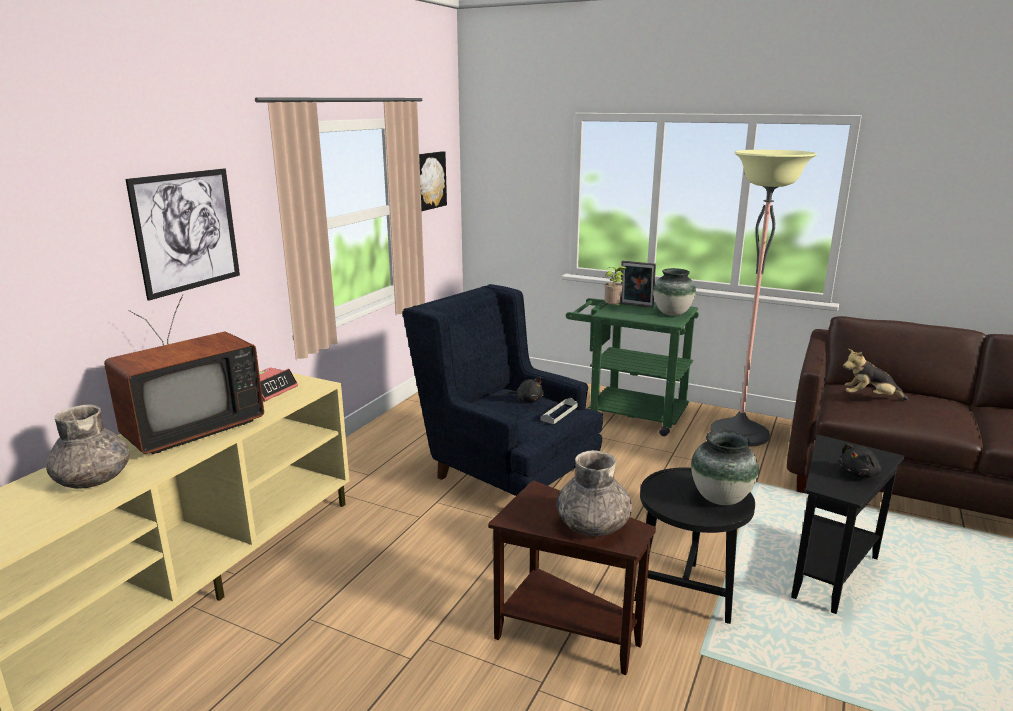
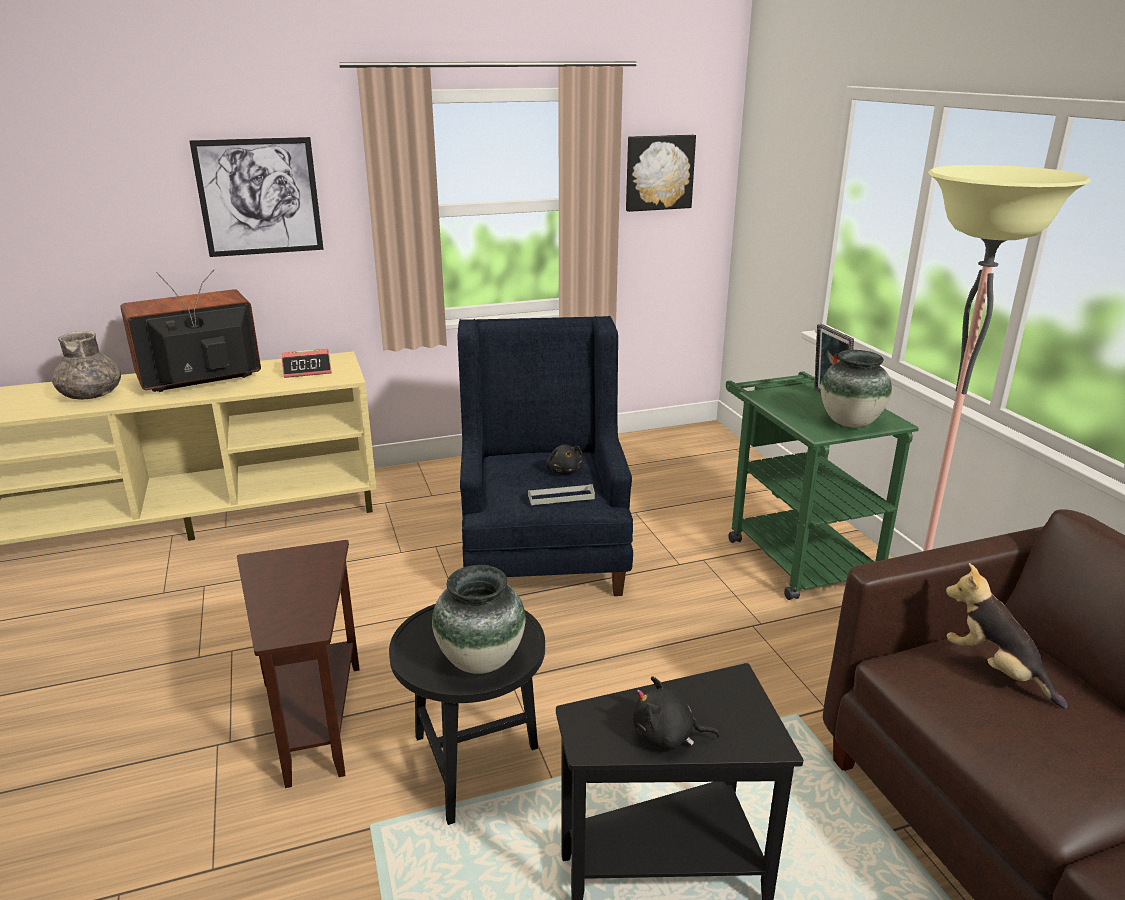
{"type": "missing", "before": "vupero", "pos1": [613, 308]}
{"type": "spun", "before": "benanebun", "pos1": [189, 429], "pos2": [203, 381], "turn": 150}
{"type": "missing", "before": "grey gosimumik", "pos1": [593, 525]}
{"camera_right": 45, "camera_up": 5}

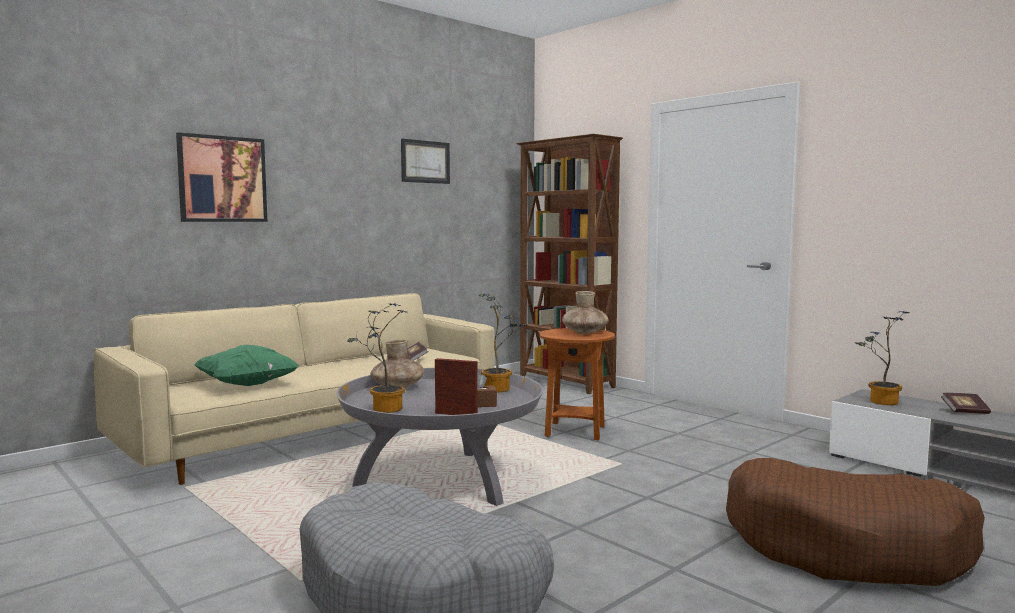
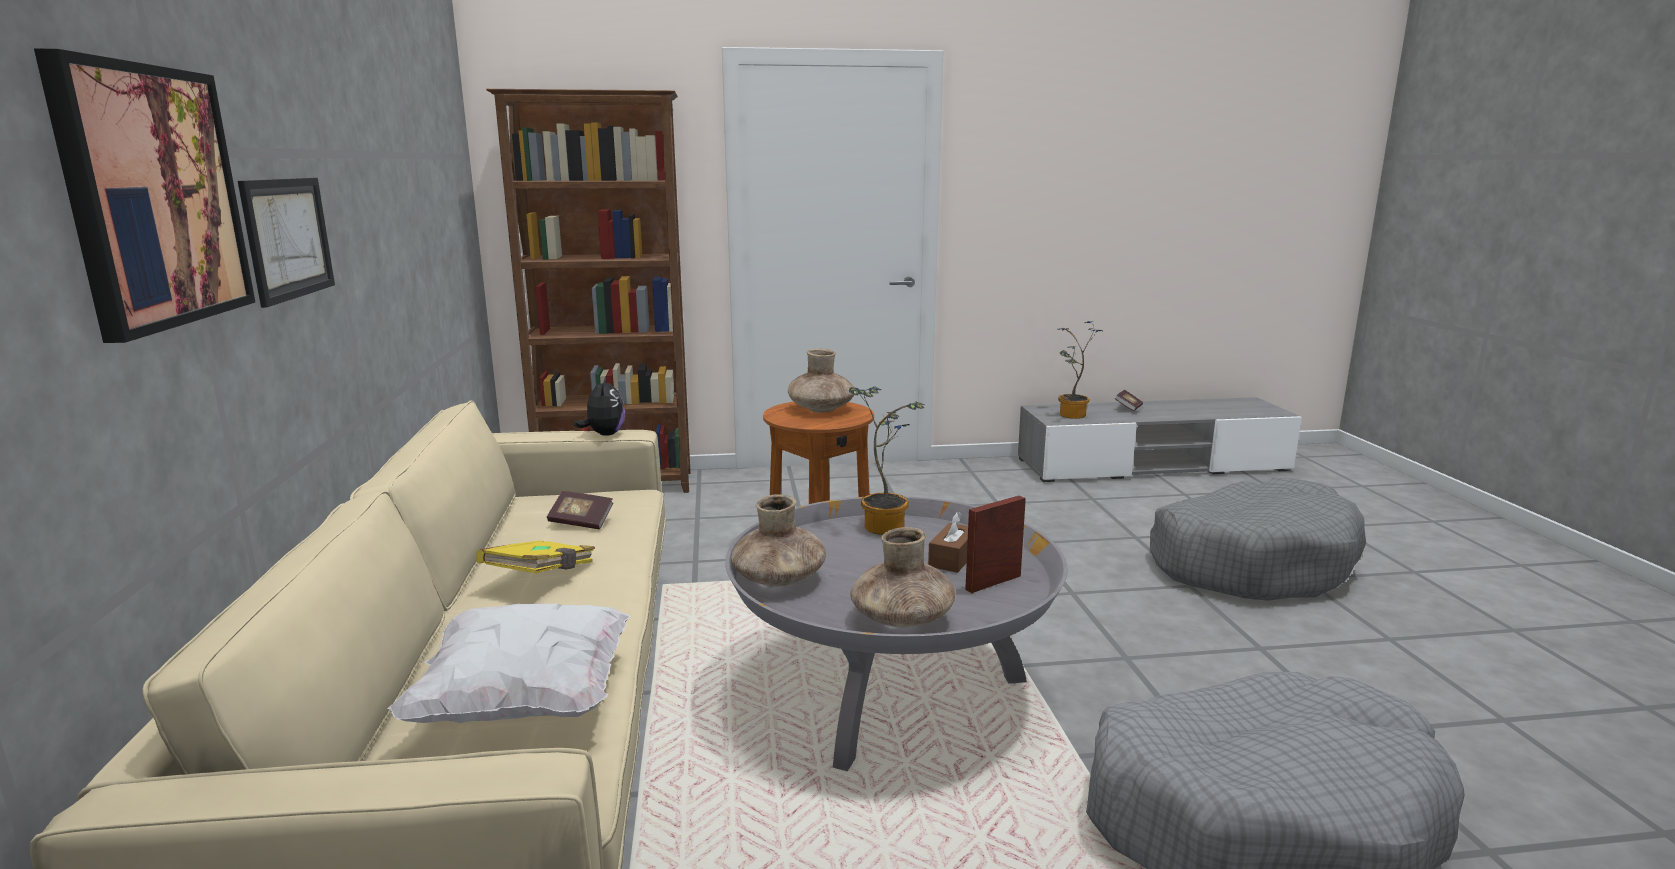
{"type": "relocated", "before": "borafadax", "pos1": [425, 162], "pos2": [288, 238]}
{"type": "exchanged", "before": "vupero", "after": "brown gosimumik", "pos1": [383, 408], "pos2": [901, 619]}
{"type": "colour", "before": "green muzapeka", "after": "white muzapeka", "pos1": [248, 385], "pos2": [526, 702]}
{"type": "colour", "before": "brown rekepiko", "after": "grey rekepiko", "pos1": [846, 547], "pos2": [1251, 563]}
{"type": "appeared", "after": "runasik", "pos2": [604, 434]}
{"type": "appeared", "after": "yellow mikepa", "pos2": [542, 576]}
{"camera_right": -55, "camera_up": 10}

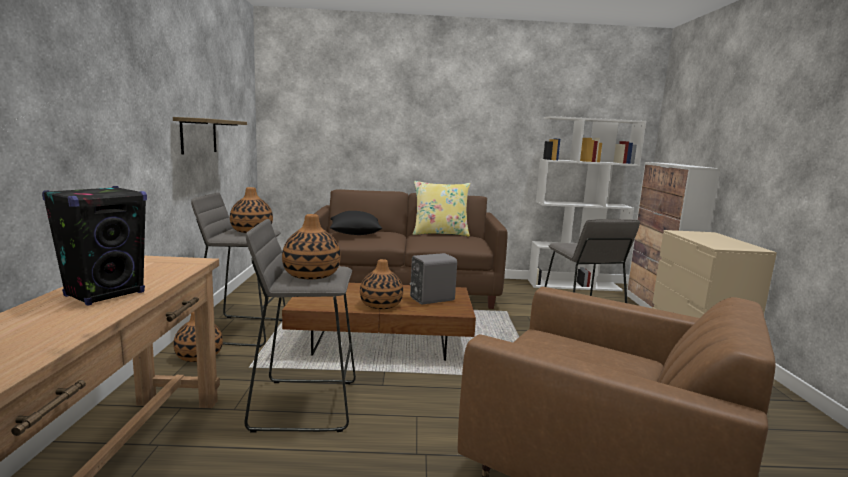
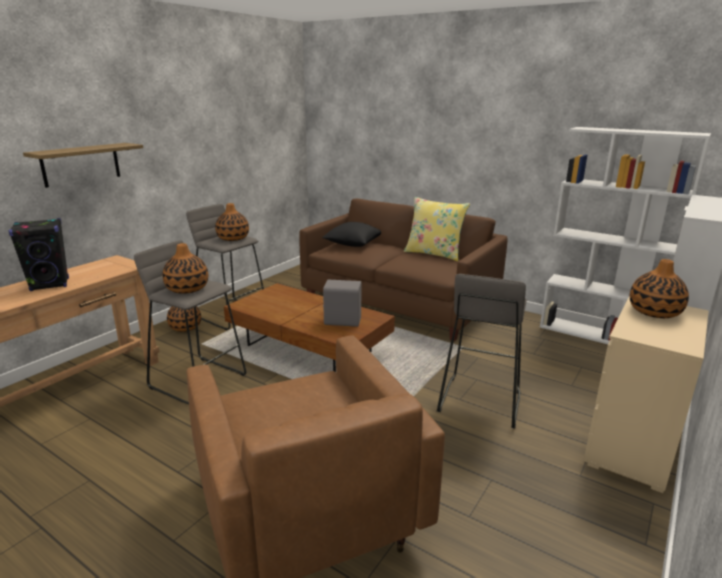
{"type": "relocated", "before": "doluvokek", "pos1": [198, 136], "pos2": [81, 164]}
{"type": "relocated", "before": "gosimumik", "pos1": [381, 305], "pos2": [654, 312]}
{"camera_right": 35, "camera_up": 10}

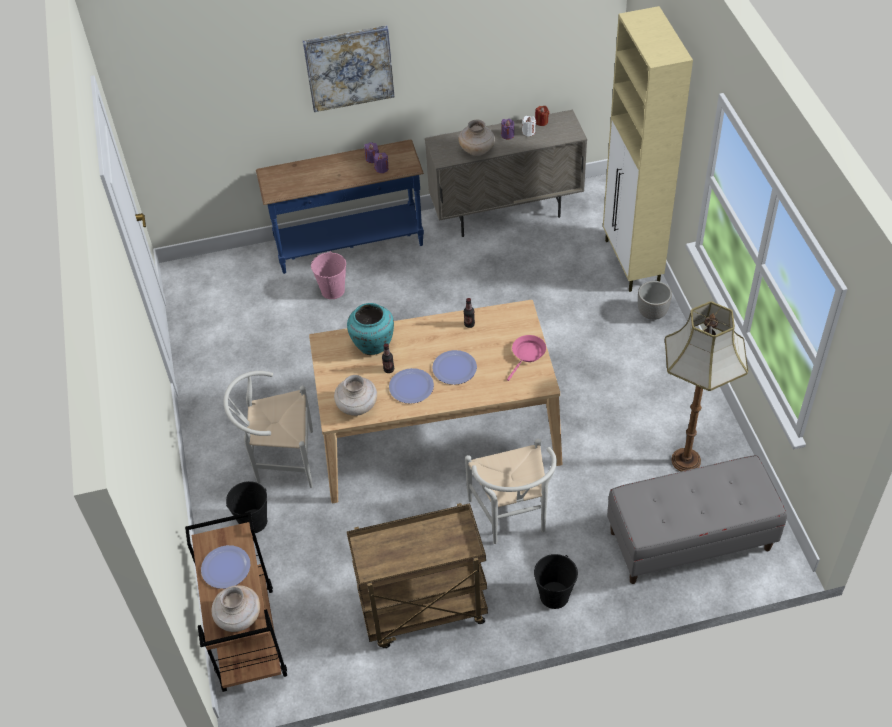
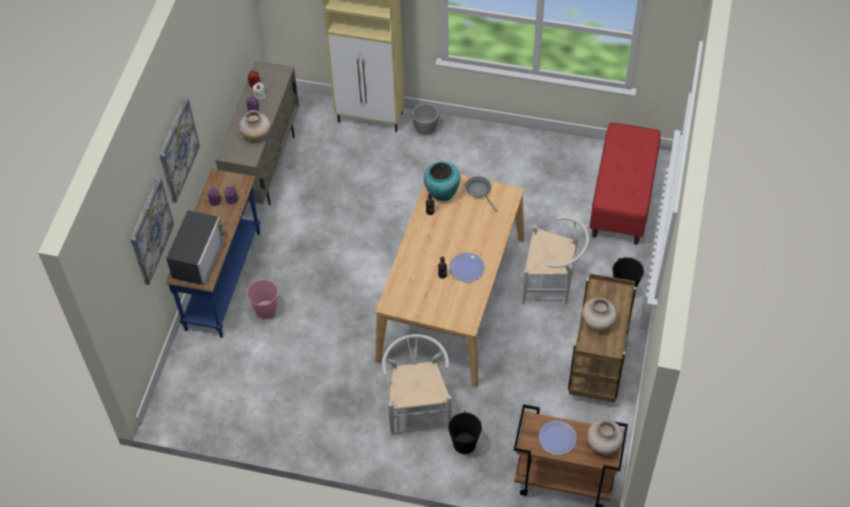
{"type": "missing", "before": "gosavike", "pos1": [687, 460]}
{"type": "relocated", "before": "turquoise gosimumik", "pos1": [373, 344], "pos2": [441, 192]}
{"type": "colour", "before": "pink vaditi", "after": "grey vaditi", "pos1": [527, 355], "pos2": [479, 191]}
{"type": "missing", "before": "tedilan", "pos1": [454, 368]}
{"type": "spun", "before": "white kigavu", "pos1": [280, 461], "pos2": [417, 407], "turn": 150}
{"type": "relocated", "before": "beige gosimumik", "pos1": [357, 407], "pos2": [598, 321]}
{"type": "colour", "before": "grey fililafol", "after": "red fililafol", "pos1": [689, 541], "pos2": [622, 199]}
{"type": "appeared", "after": "borafadax", "pos2": [150, 231]}
{"type": "appeared", "after": "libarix", "pos2": [199, 258]}
{"camera_right": -65, "camera_up": 5}

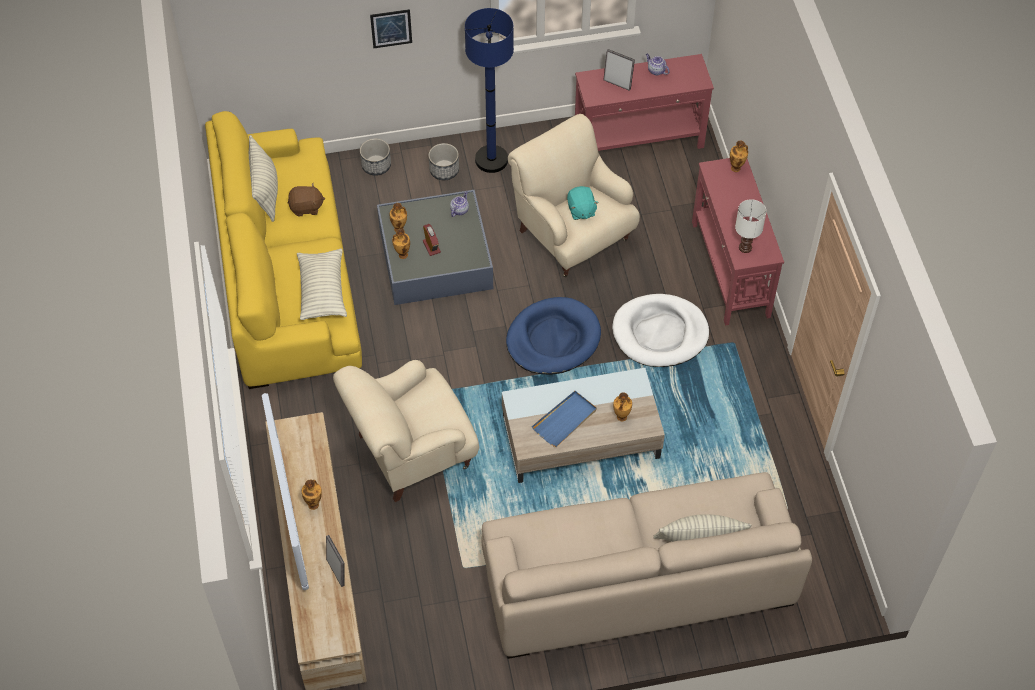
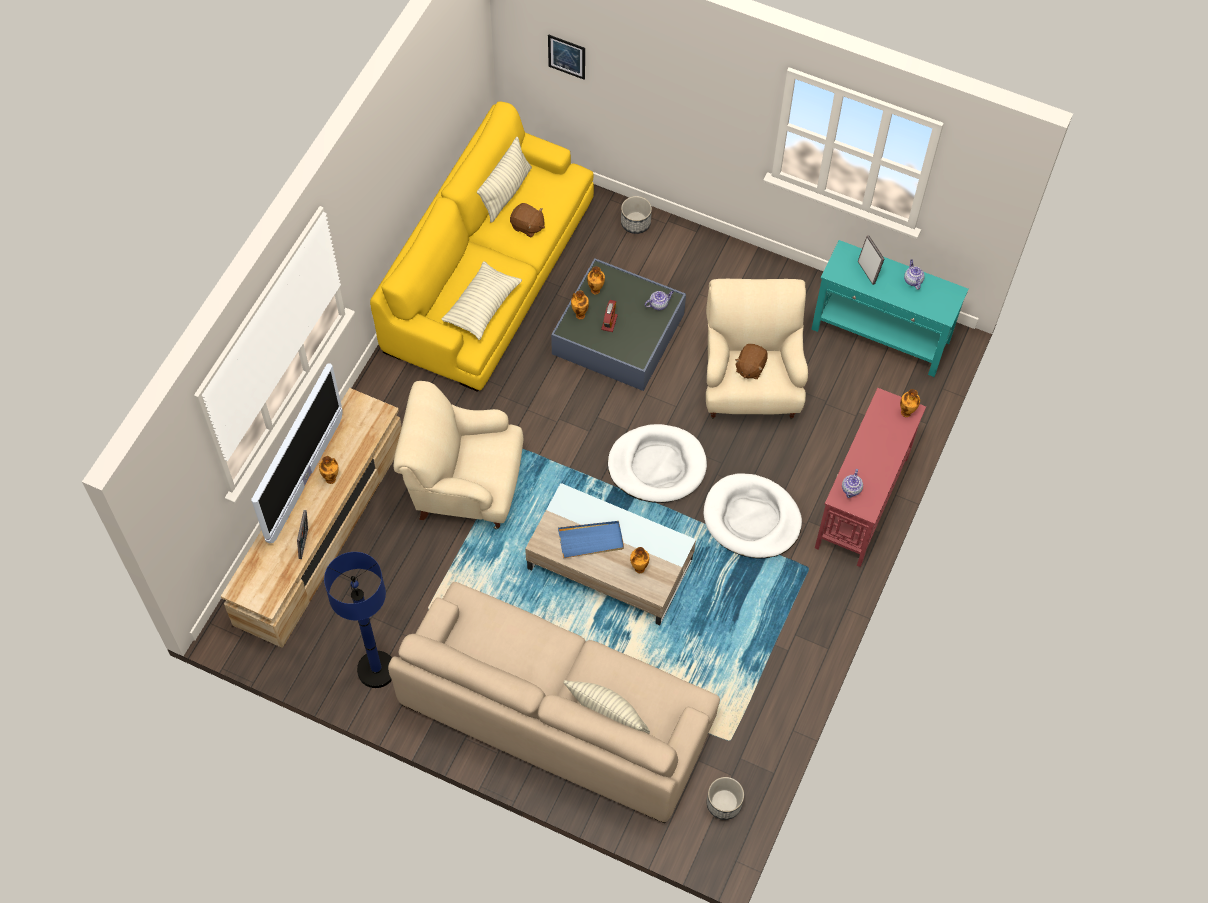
{"type": "relocated", "before": "blue gosavike", "pos1": [491, 160], "pos2": [376, 670]}
{"type": "relocated", "before": "borafadax", "pos1": [391, 28], "pos2": [566, 56]}
{"type": "colour", "before": "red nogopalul", "after": "turquoise nogopalul", "pos1": [639, 141], "pos2": [881, 336]}
{"type": "relocated", "before": "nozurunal", "pos1": [444, 170], "pos2": [723, 803]}
{"type": "colour", "before": "turquoise runasik", "after": "brown runasik", "pos1": [581, 210], "pos2": [750, 367]}
{"type": "exchanged", "before": "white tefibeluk", "after": "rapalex", "pos1": [745, 248], "pos2": [851, 489]}
{"type": "colour", "before": "blue rekepiko", "after": "white rekepiko", "pos1": [553, 339], "pos2": [657, 466]}
{"camera_right": 35, "camera_up": 5}

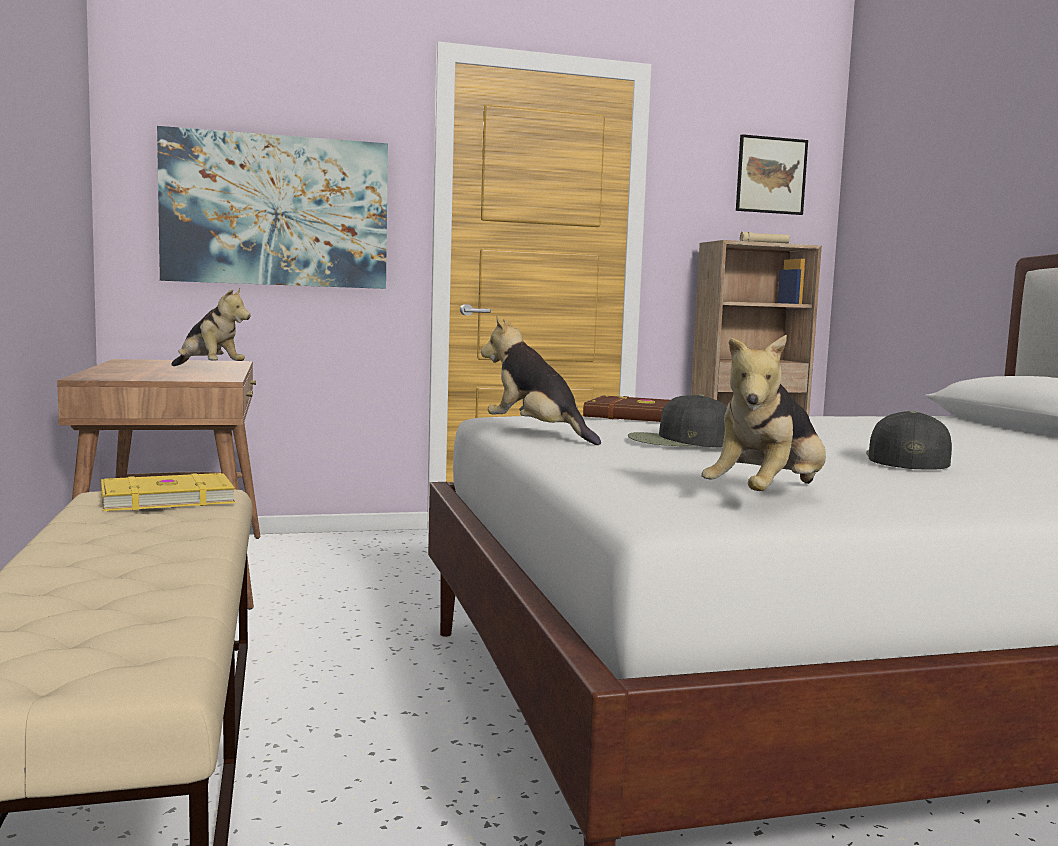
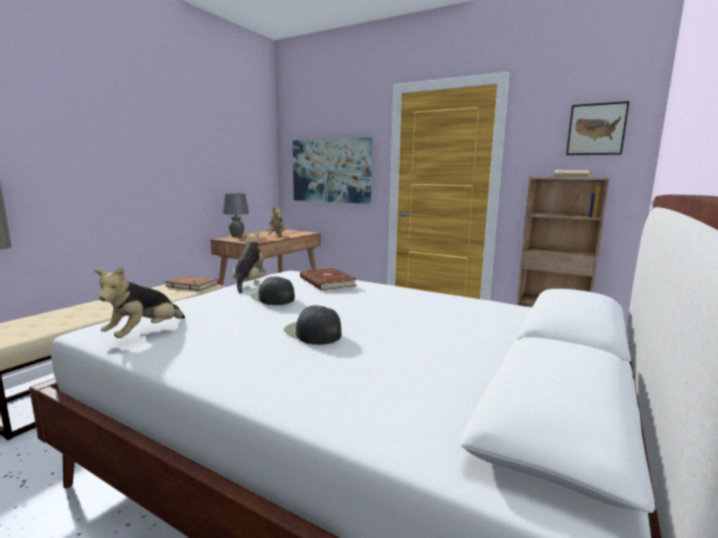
{"type": "spun", "before": "runasik", "pos1": [767, 499], "pos2": [145, 334], "turn": -60}
{"type": "spun", "before": "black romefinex", "pos1": [906, 459], "pos2": [312, 333], "turn": -105}
{"type": "colour", "before": "yellow mikepa", "after": "brown mikepa", "pos1": [166, 498], "pos2": [192, 285]}
{"type": "appeared", "after": "grey tefibeluk", "pos2": [236, 236]}
{"camera_right": 45, "camera_up": 5}

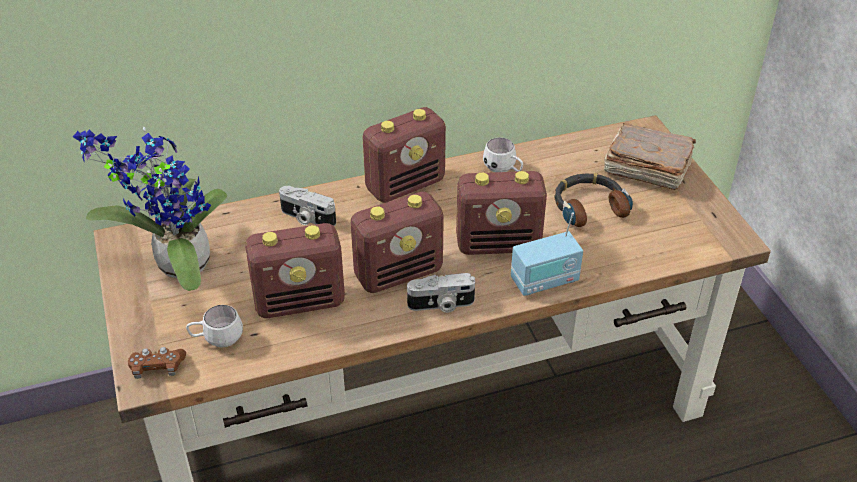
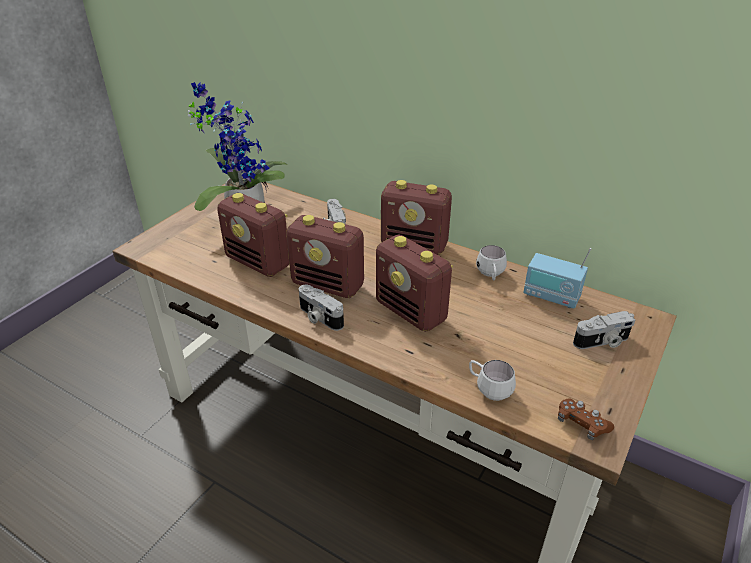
{"type": "exchanged", "before": "brown mikepa", "after": "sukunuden", "pos1": [645, 169], "pos2": [602, 342]}
{"type": "missing", "before": "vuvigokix", "pos1": [589, 206]}
{"type": "relocated", "before": "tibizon", "pos1": [544, 281], "pos2": [551, 296]}
{"type": "relocated", "before": "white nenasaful", "pos1": [217, 339], "pos2": [488, 389]}
{"type": "relocated", "before": "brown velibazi", "pos1": [157, 368], "pos2": [581, 424]}
{"camera_right": 50, "camera_up": -5}

